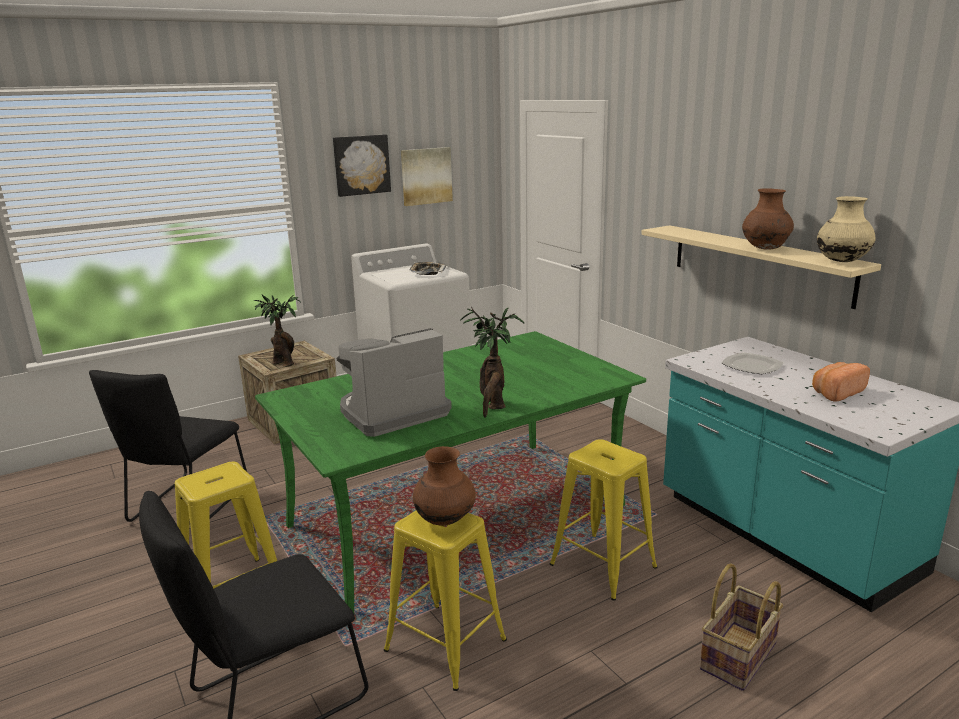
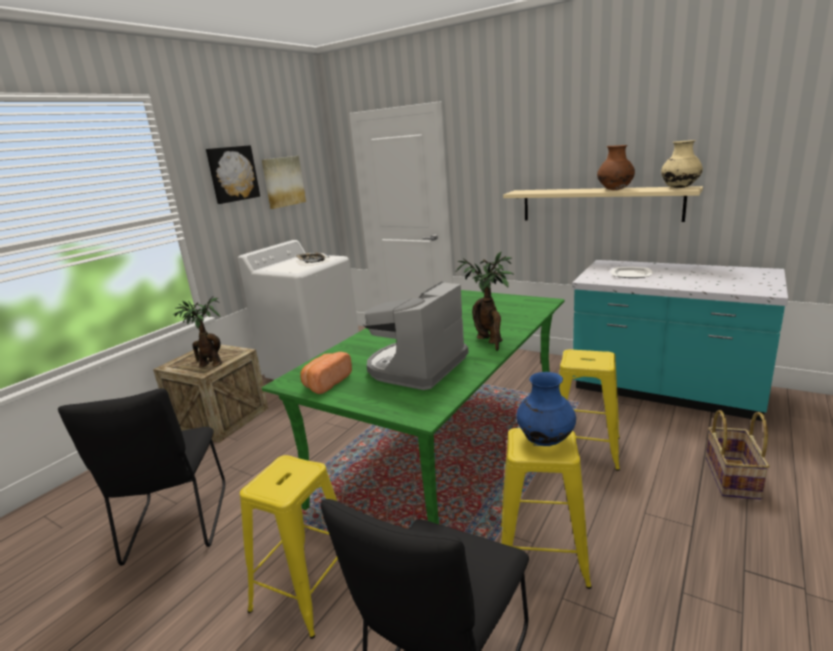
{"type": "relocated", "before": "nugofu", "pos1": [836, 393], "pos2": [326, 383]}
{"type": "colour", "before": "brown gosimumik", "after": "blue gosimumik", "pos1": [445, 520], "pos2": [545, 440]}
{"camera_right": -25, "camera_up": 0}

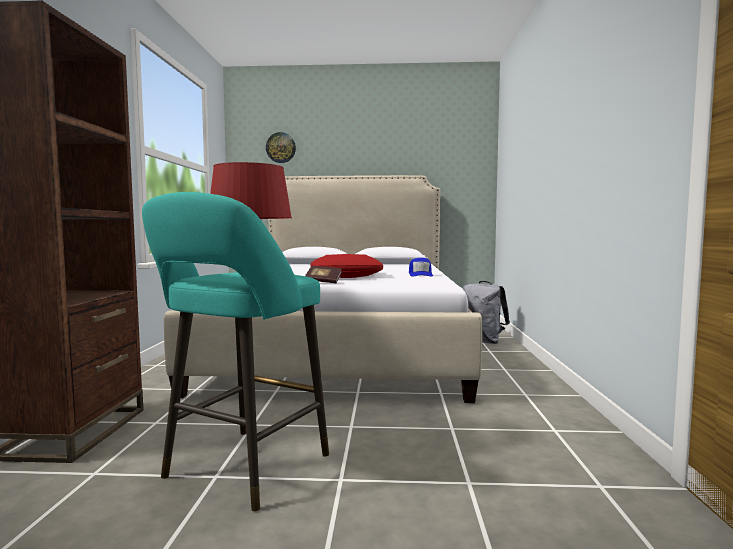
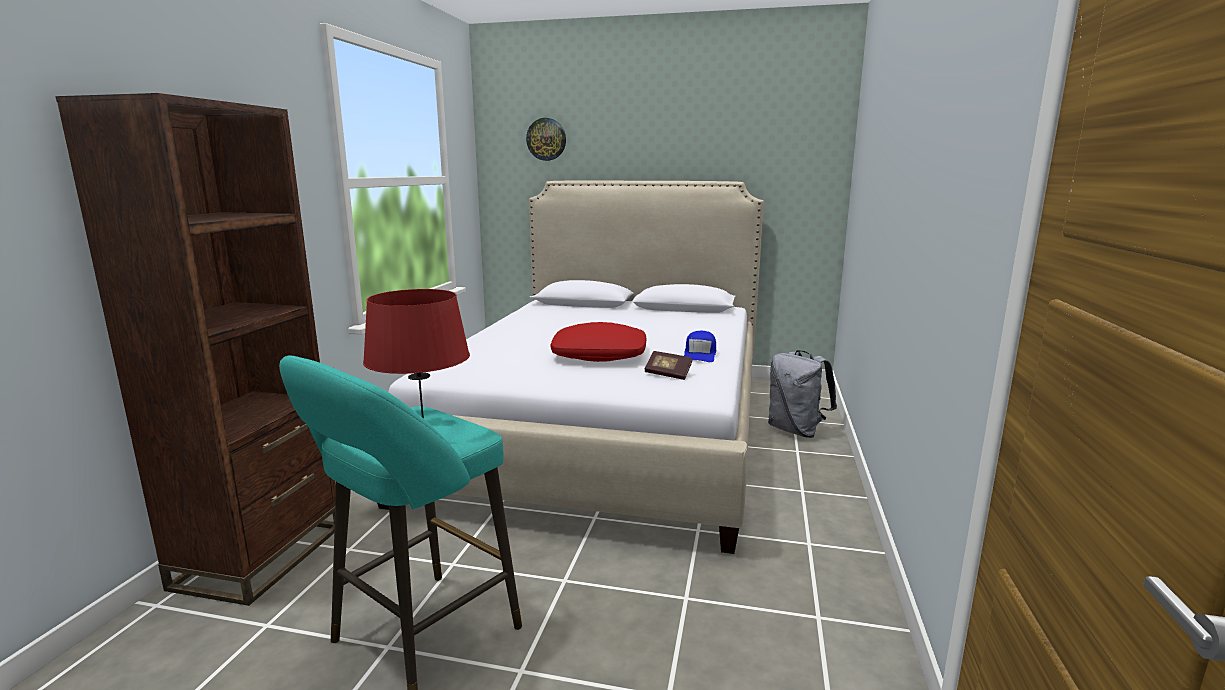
{"type": "relocated", "before": "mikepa", "pos1": [323, 282], "pos2": [668, 374]}
{"camera_right": 10, "camera_up": 10}

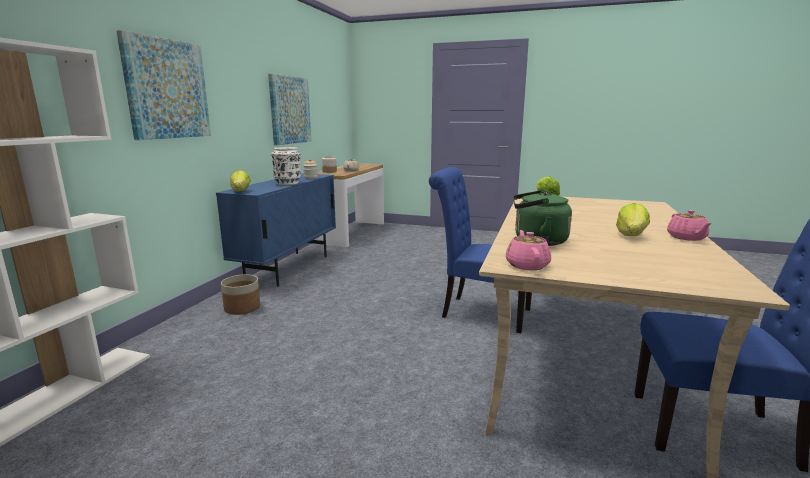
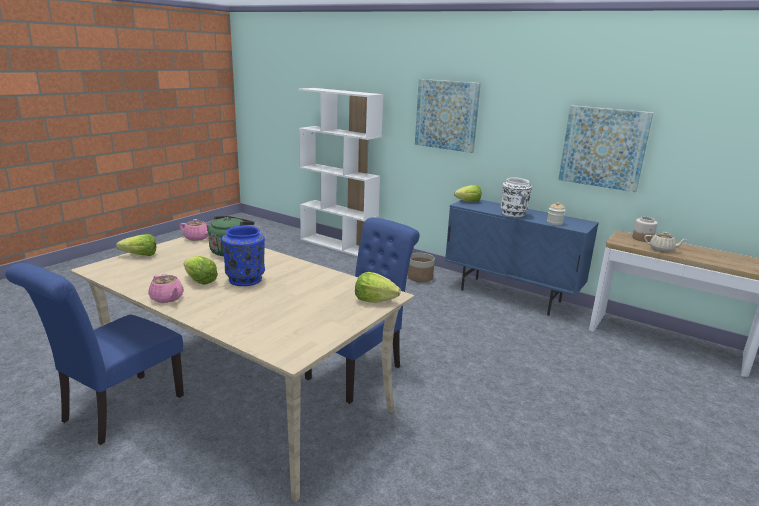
{"type": "spun", "before": "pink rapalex", "pos1": [687, 238], "pos2": [167, 298], "turn": -150}
{"type": "appeared", "after": "blue gosimumik", "pos2": [245, 279]}
{"type": "appeared", "after": "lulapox", "pos2": [137, 255]}
{"camera_right": 105, "camera_up": 5}

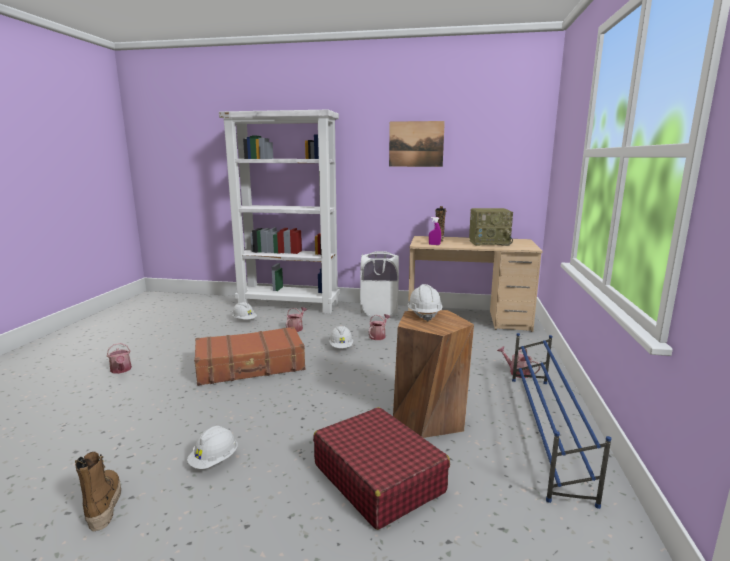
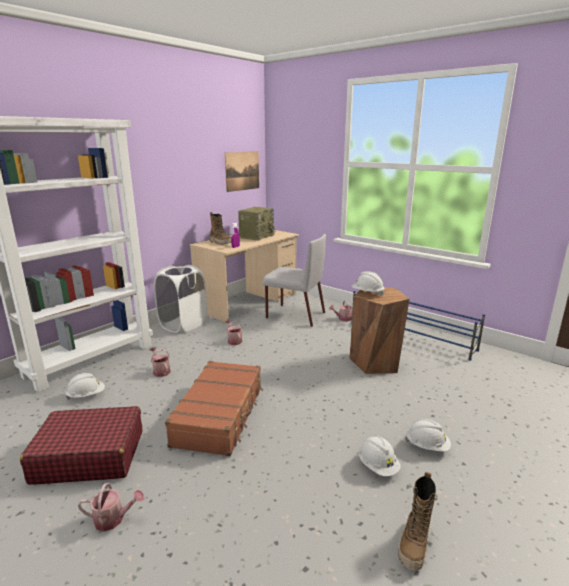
{"type": "relocated", "before": "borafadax", "pos1": [416, 144], "pos2": [242, 171]}
{"type": "relocated", "before": "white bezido", "pos1": [341, 347], "pos2": [427, 446]}
{"type": "relocated", "before": "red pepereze", "pos1": [378, 478], "pos2": [89, 456]}
{"type": "spun", "before": "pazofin", "pos1": [103, 505], "pos2": [414, 544], "turn": -75}
{"type": "appeared", "after": "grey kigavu", "pos2": [294, 315]}
{"camera_right": -60, "camera_up": 5}

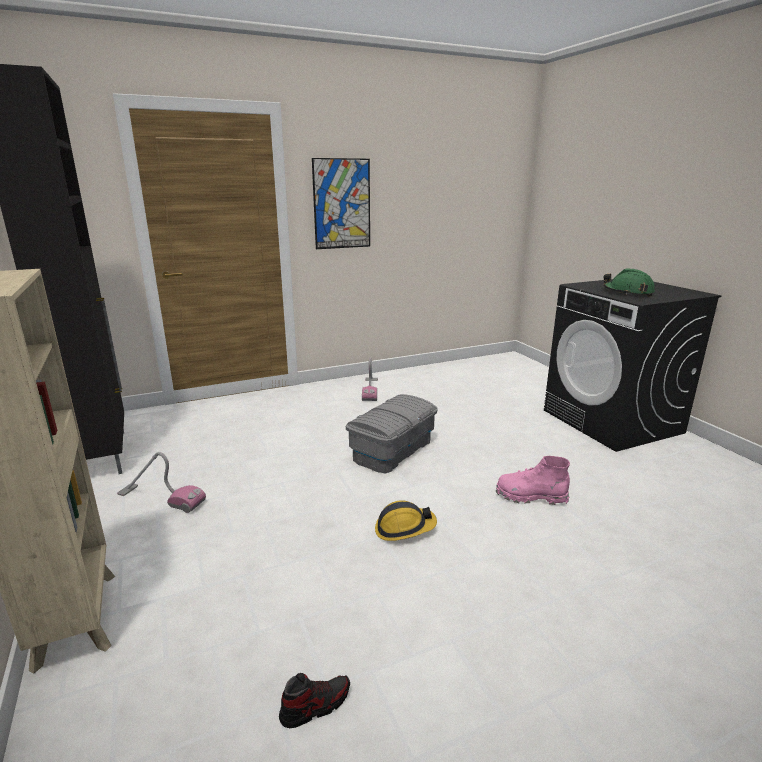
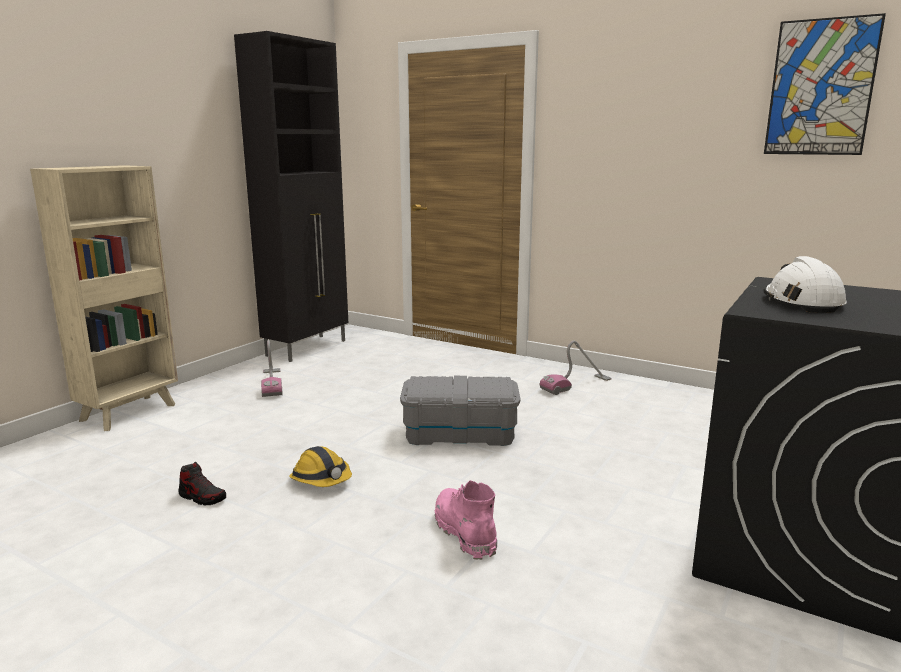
{"type": "relocated", "before": "borafadax", "pos1": [342, 204], "pos2": [821, 88]}
{"type": "colour", "before": "green bezido", "after": "white bezido", "pos1": [628, 292], "pos2": [801, 302]}
{"type": "relocated", "before": "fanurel", "pos1": [315, 705], "pos2": [202, 497]}
{"camera_right": 55, "camera_up": -5}

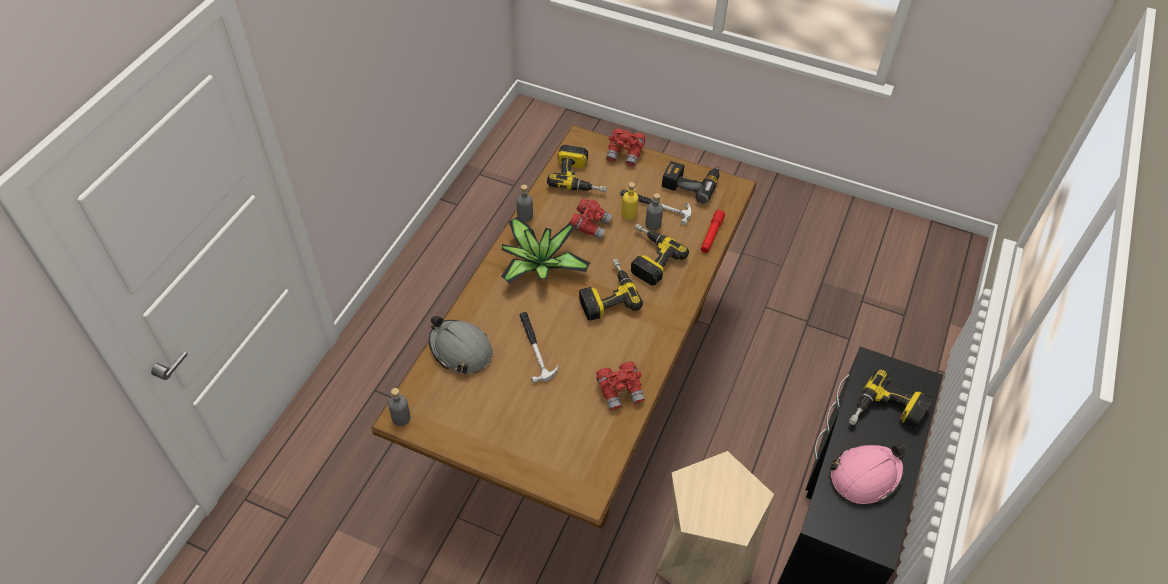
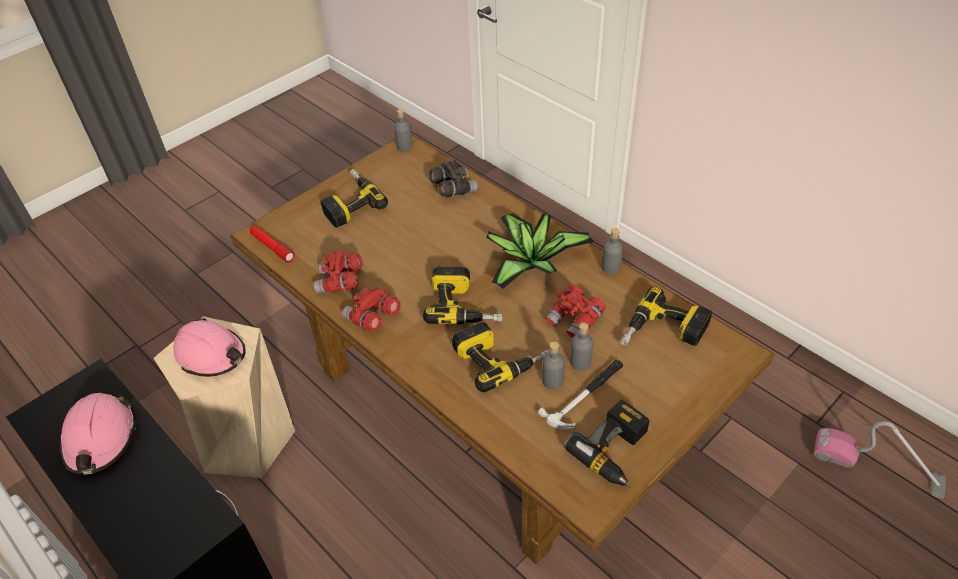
{"type": "relocated", "before": "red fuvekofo", "pos1": [625, 154], "pos2": [372, 318]}
{"type": "colour", "before": "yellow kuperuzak", "after": "grey kuperuzak", "pos1": [629, 214], "pos2": [580, 362]}
{"type": "relocated", "before": "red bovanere", "pos1": [711, 235], "pos2": [272, 247]}
{"type": "missing", "before": "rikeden", "pos1": [535, 347]}
{"type": "exchanged", "before": "grey bezido", "after": "grey fuvekofo", "pos1": [460, 350], "pos2": [453, 189]}
{"type": "relocated", "before": "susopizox", "pos1": [886, 414], "pos2": [350, 203]}
{"type": "appeared", "after": "pink bezido", "pos2": [211, 355]}
{"type": "appeared", "after": "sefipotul", "pos2": [877, 466]}
{"camera_right": 115, "camera_up": -5}

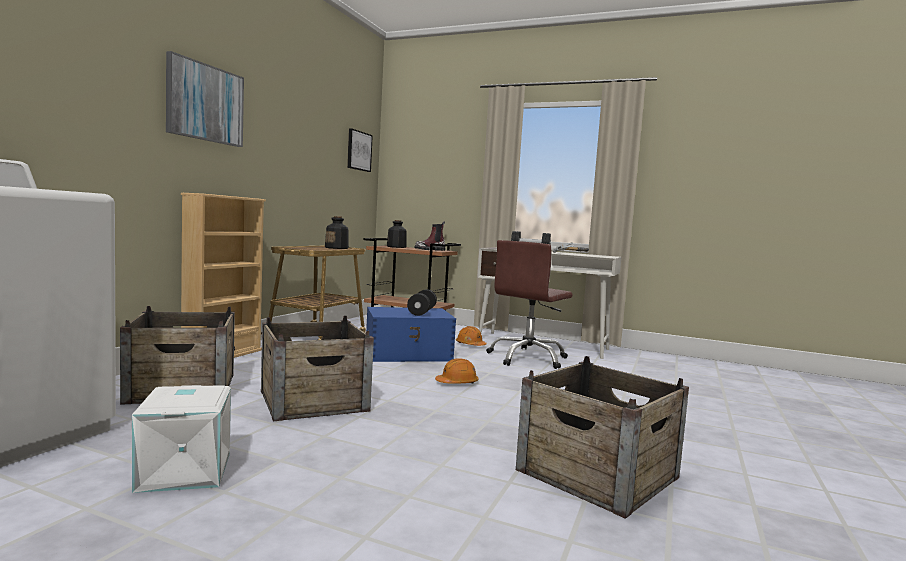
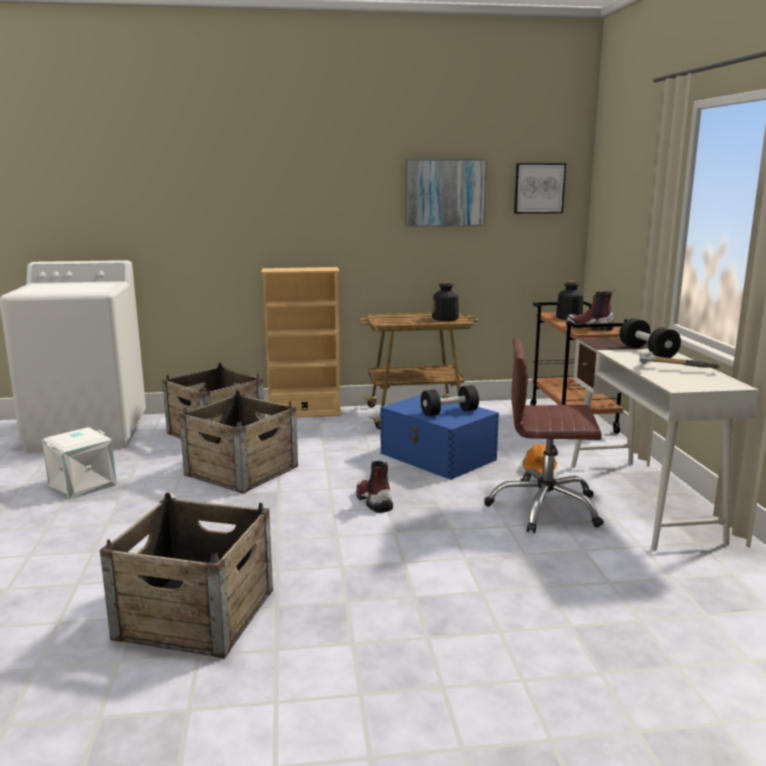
{"type": "relocated", "before": "borafadax", "pos1": [205, 103], "pos2": [445, 192]}
{"type": "exchanged", "before": "orange bezido", "after": "pazofin", "pos1": [457, 383], "pos2": [373, 501]}
{"camera_right": 60, "camera_up": 10}

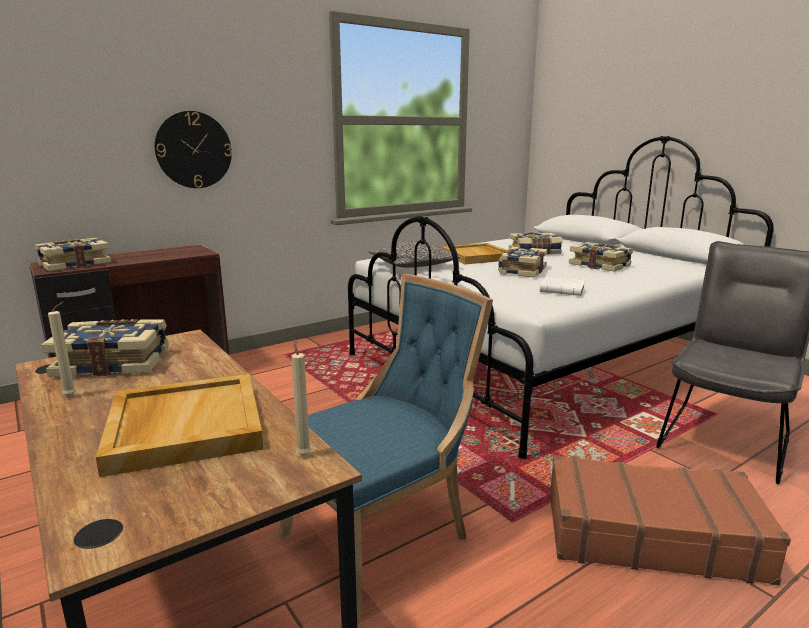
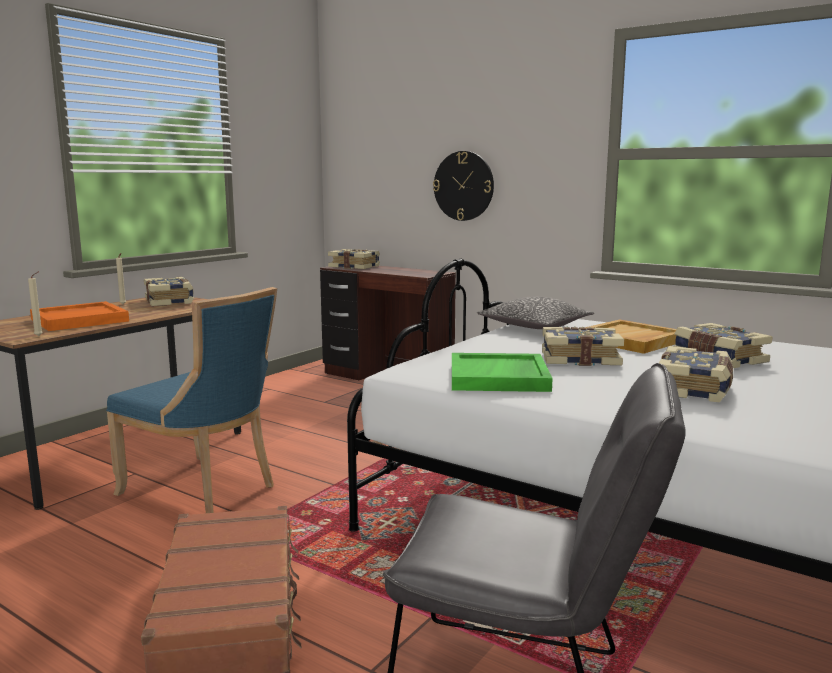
{"type": "exchanged", "before": "white mikepa", "after": "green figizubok", "pos1": [563, 291], "pos2": [499, 377]}
{"type": "colour", "before": "beige figizubok", "after": "orange figizubok", "pos1": [184, 426], "pos2": [80, 320]}
{"camera_right": 70, "camera_up": -5}

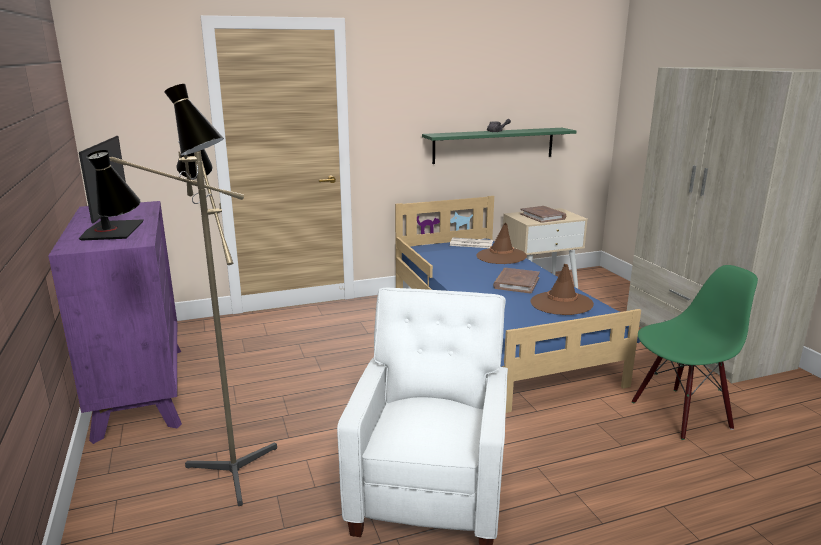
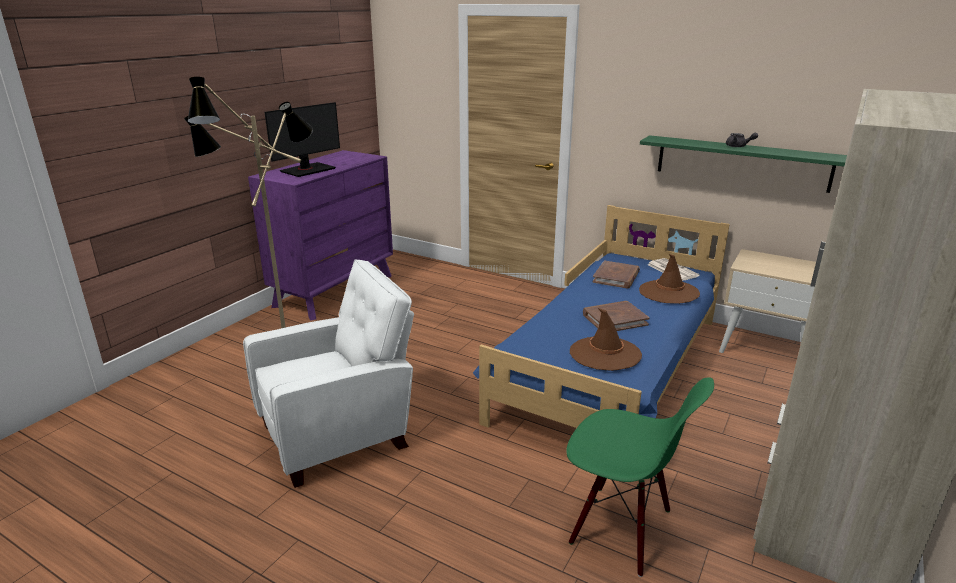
{"type": "relocated", "before": "brown mikepa", "pos1": [543, 216], "pos2": [616, 277]}
{"camera_right": 50, "camera_up": 5}

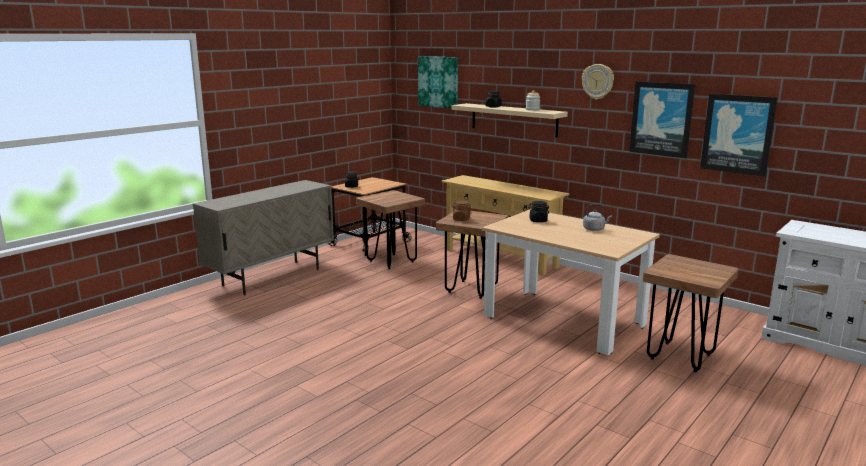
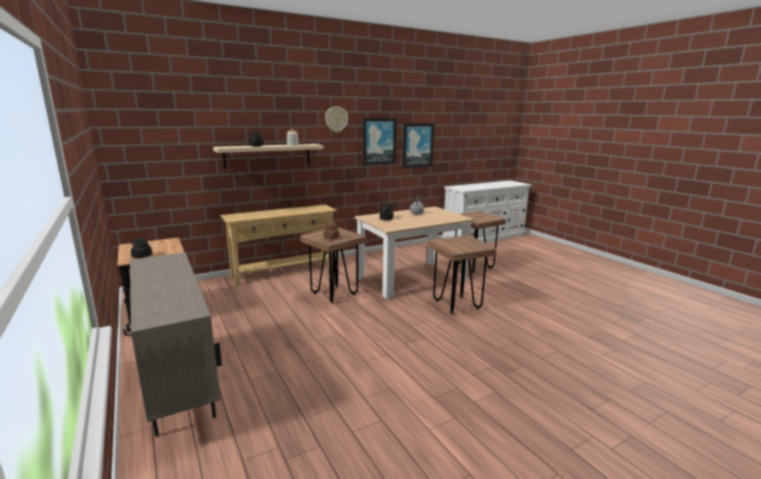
{"type": "missing", "before": "borafadax", "pos1": [438, 82]}
{"type": "relocated", "before": "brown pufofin", "pos1": [391, 261], "pos2": [456, 305]}
{"camera_right": -70, "camera_up": 0}

